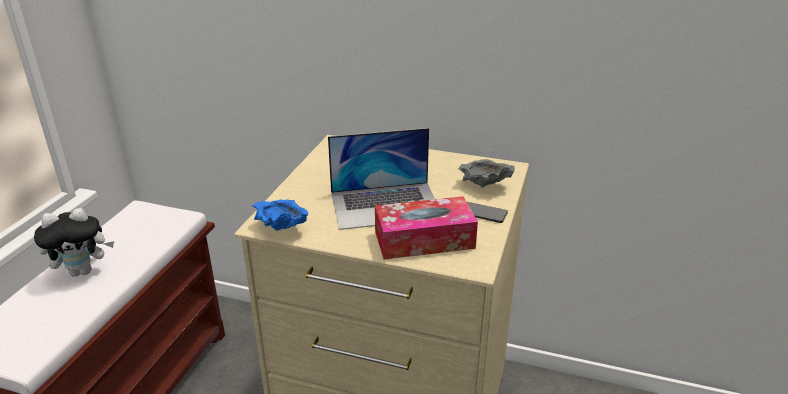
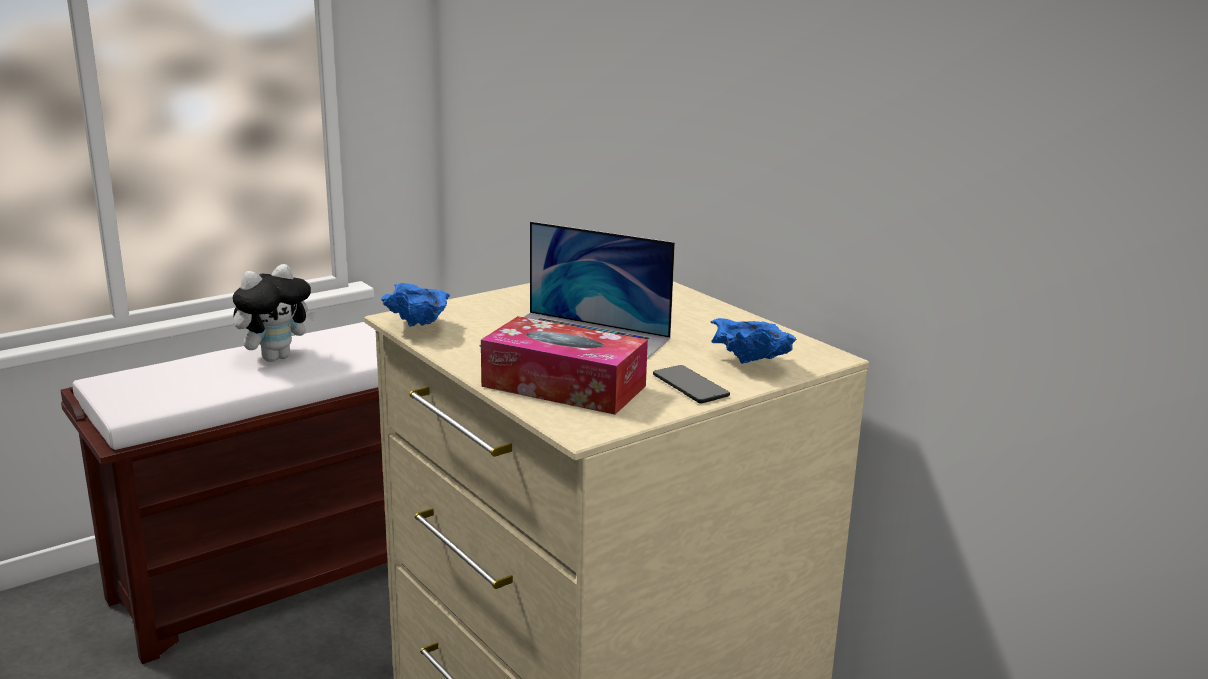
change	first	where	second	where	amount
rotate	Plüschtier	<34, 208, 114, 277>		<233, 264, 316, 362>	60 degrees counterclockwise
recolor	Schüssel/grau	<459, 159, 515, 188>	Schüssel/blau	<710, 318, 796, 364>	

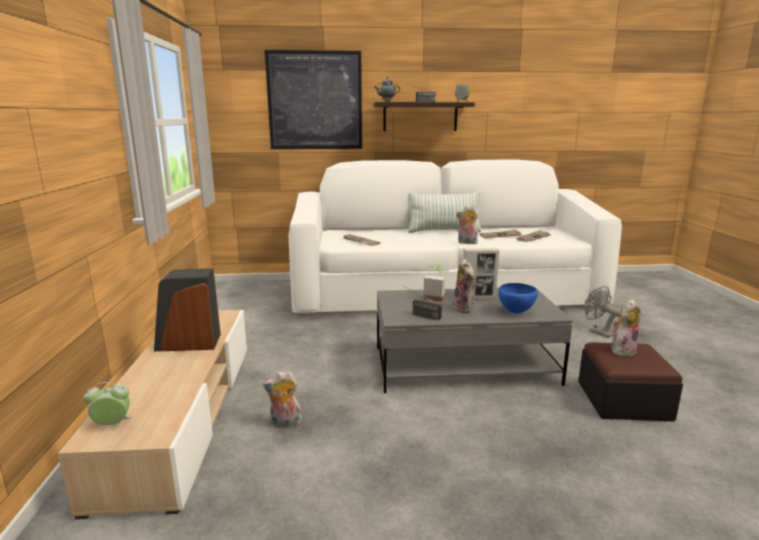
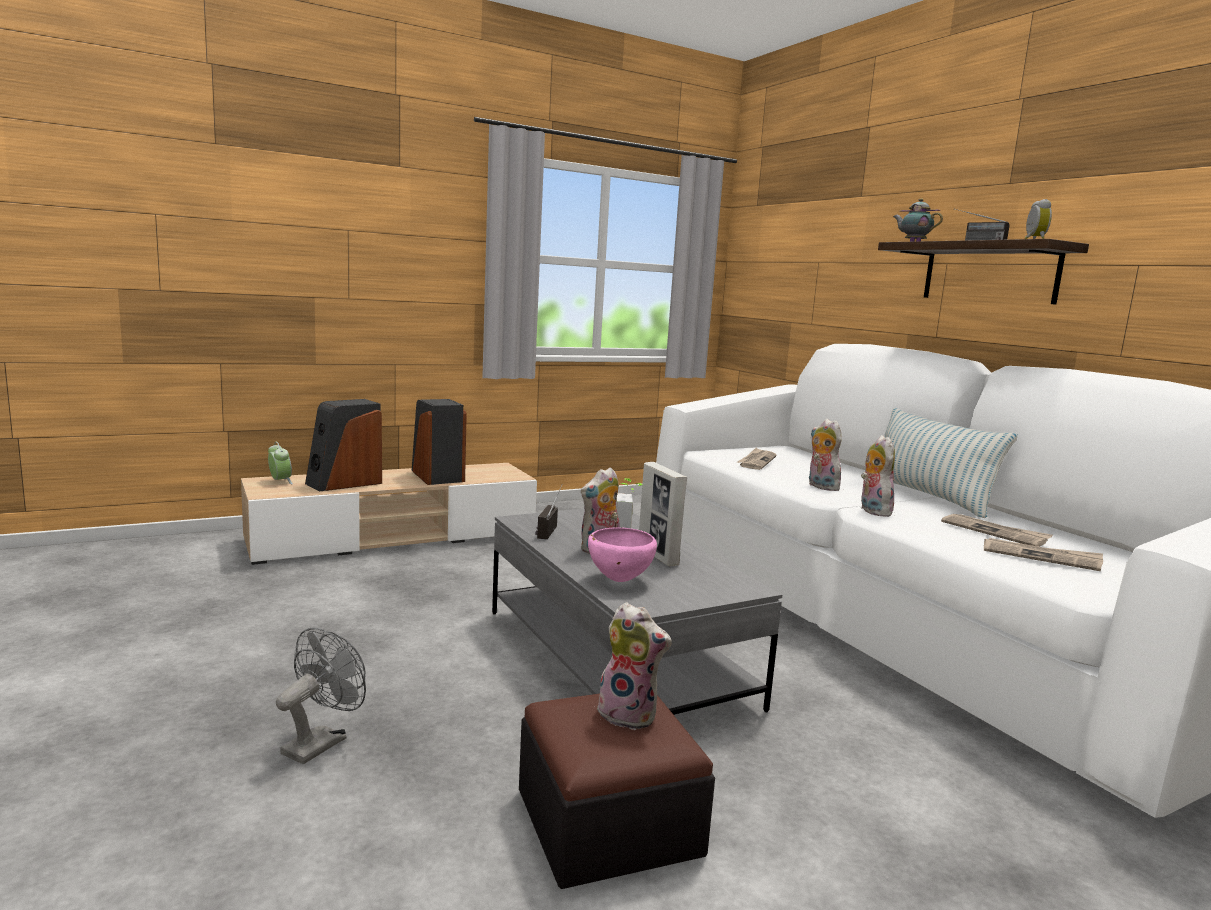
change	first	where	second	where	amount
move	Plüschtier	<263, 371, 302, 428>		<809, 419, 842, 491>	
delete	Bild	<265, 50, 362, 149>			
recolor	Schüssel/blau	<498, 283, 538, 313>	Schüssel/rosa	<588, 527, 657, 582>	
move	Ventilator/grau	<584, 286, 621, 338>		<276, 628, 366, 764>	
insert			Lautsprecher	<305, 399, 382, 492>	

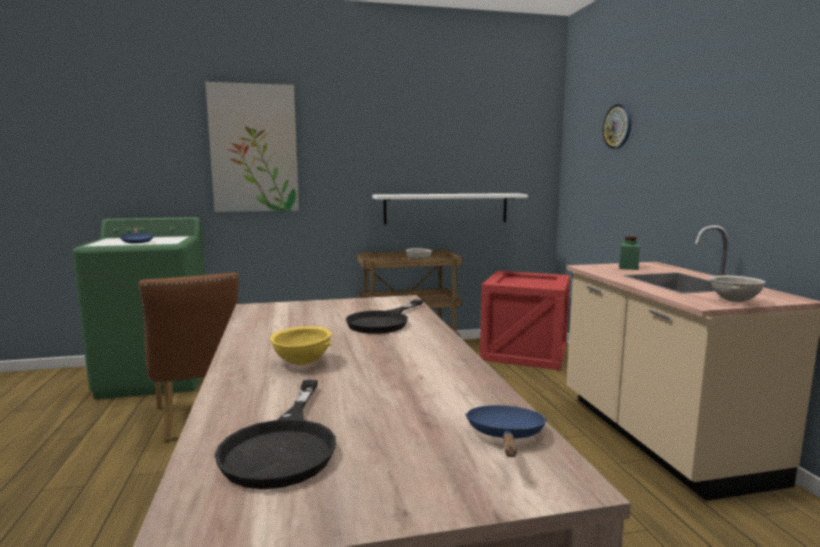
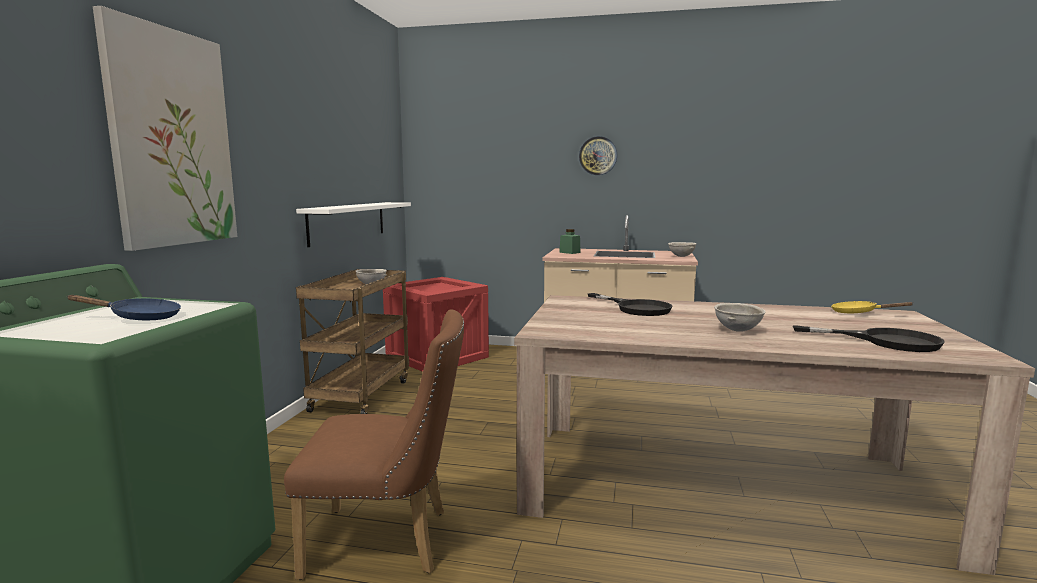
change	first	where	second	where	amount
recolor	Schüssel/gelb	<270, 326, 332, 365>	Schüssel/grau	<714, 303, 766, 332>	
recolor	Pfanne/blau	<466, 405, 547, 457>	Pfanne/gelb	<831, 301, 913, 313>	
move	Wanduhr	<603, 104, 632, 149>		<579, 136, 617, 175>	

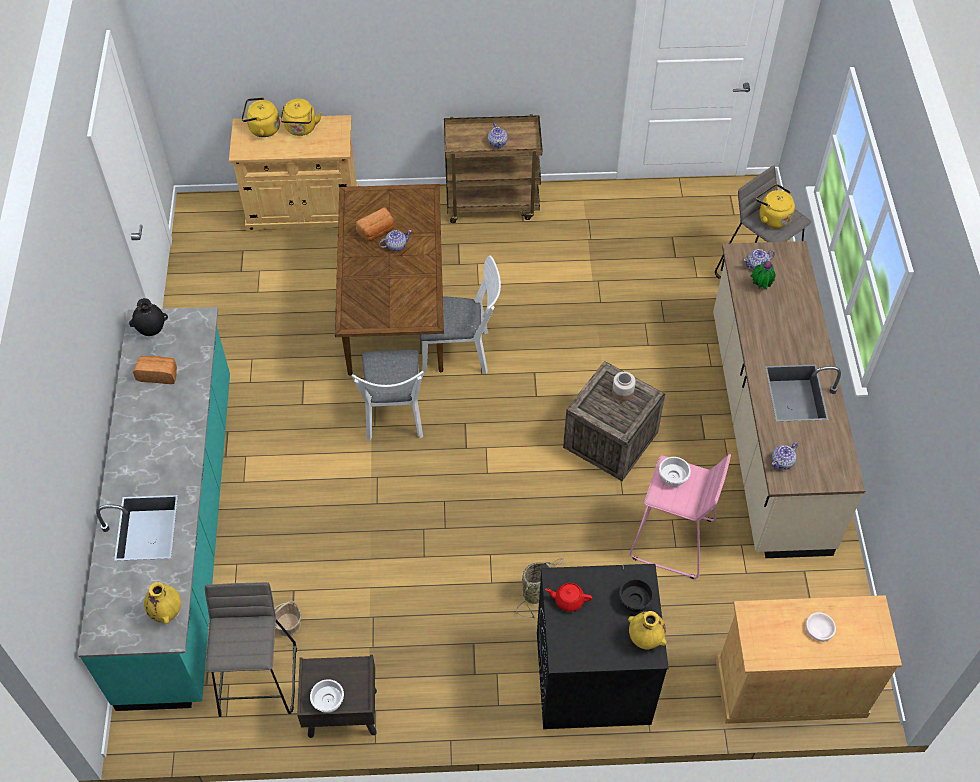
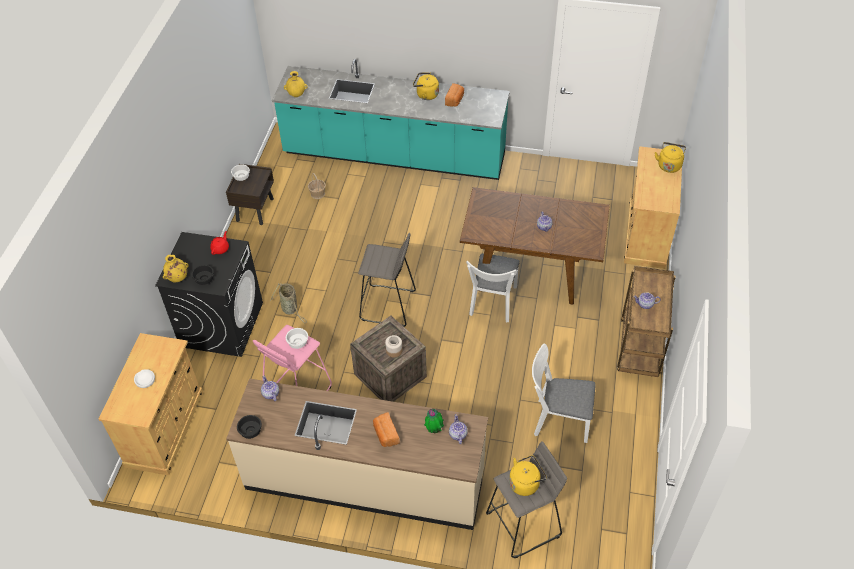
change	first	where	second	where	amount
delete	Vase/schwarz	<129, 298, 168, 336>			
move	Hocker/grau	<205, 582, 297, 717>		<358, 233, 416, 327>	
move	Wasserkessel/gelb	<280, 99, 322, 136>		<413, 72, 439, 100>	
move	Stuhl/weiß	<351, 350, 424, 441>		<532, 343, 595, 443>	
move	Brot	<356, 207, 394, 241>		<373, 412, 400, 447>	
insert			Schüssel/schwarz	<237, 415, 262, 439>	

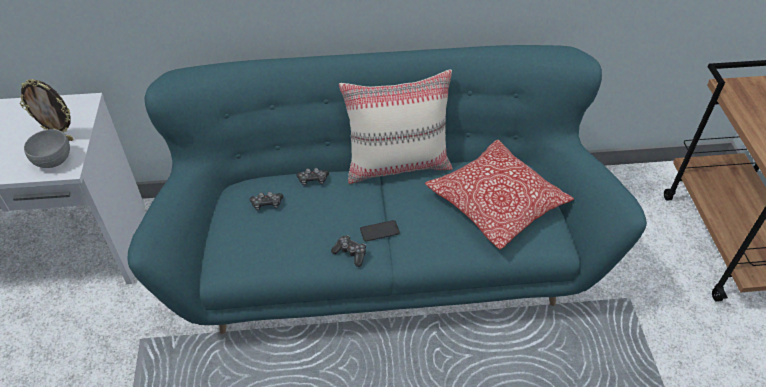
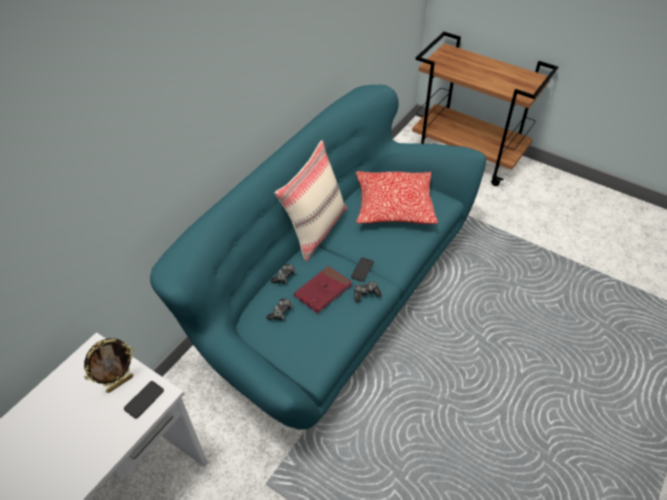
change	first	where	second	where	amount
replace	Schüssel/grau	<24, 129, 70, 168>	Handy	<124, 381, 164, 419>	
insert			Buch/rot	<294, 266, 352, 314>	

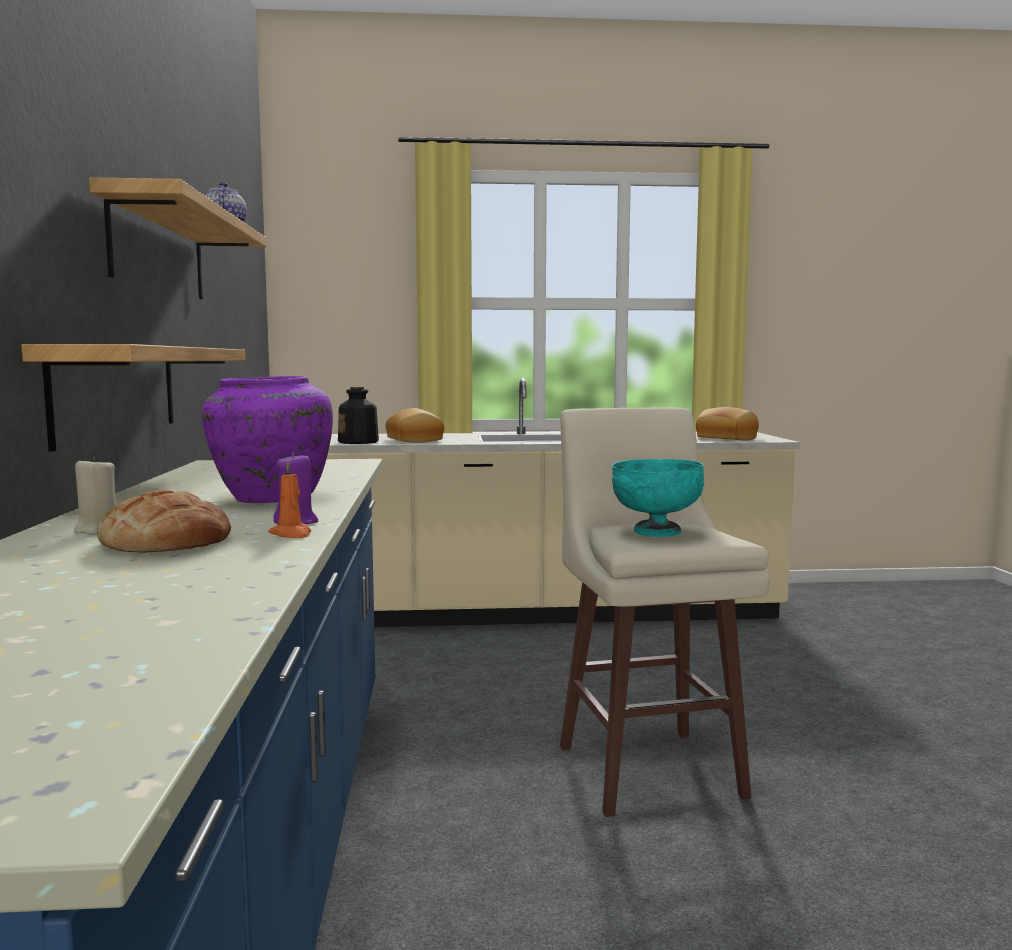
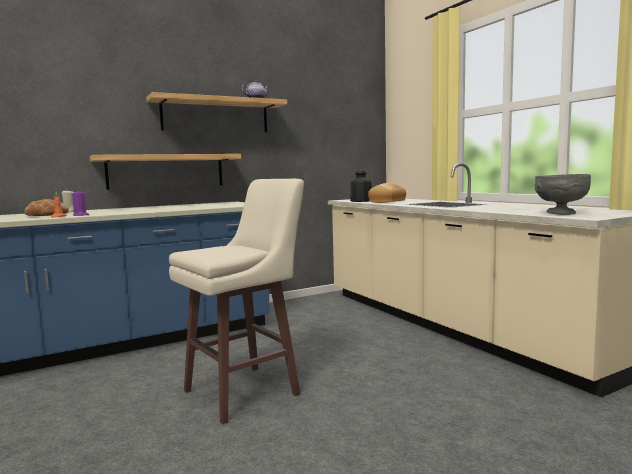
change	first	where	second	where	amount
delete	Vase/lila	<202, 376, 333, 503>			
delete	Schüssel/türkis	<612, 459, 704, 537>			
replace	Brot	<696, 407, 759, 440>	Schüssel/grau	<534, 174, 591, 215>	

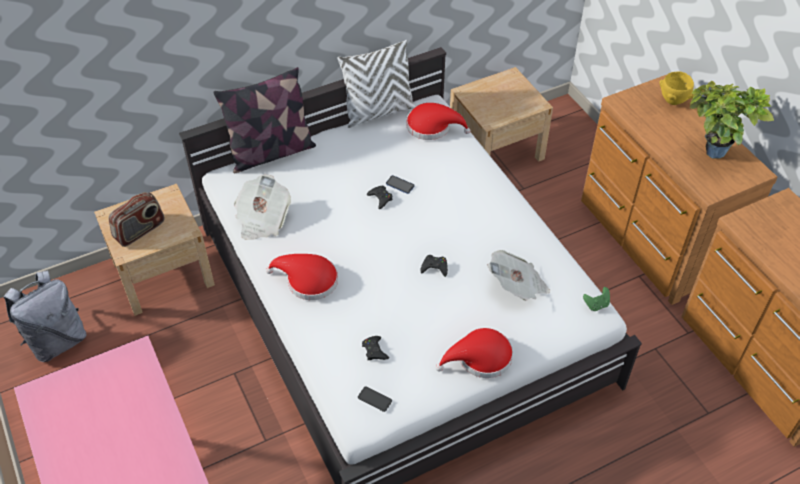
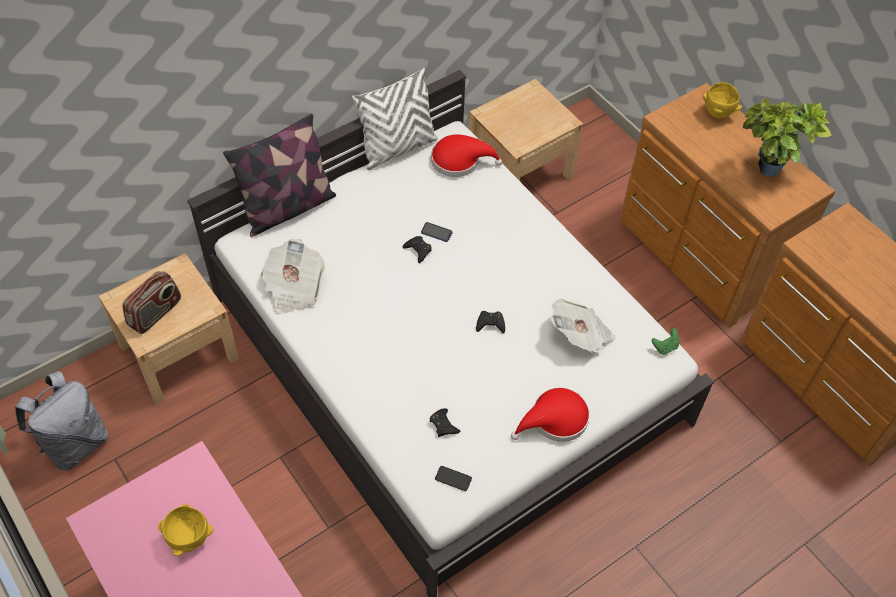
change	first	where	second	where	amount
delete	Hut/rot	<266, 254, 338, 300>			
insert			Schüssel/gelb	<158, 504, 213, 556>	

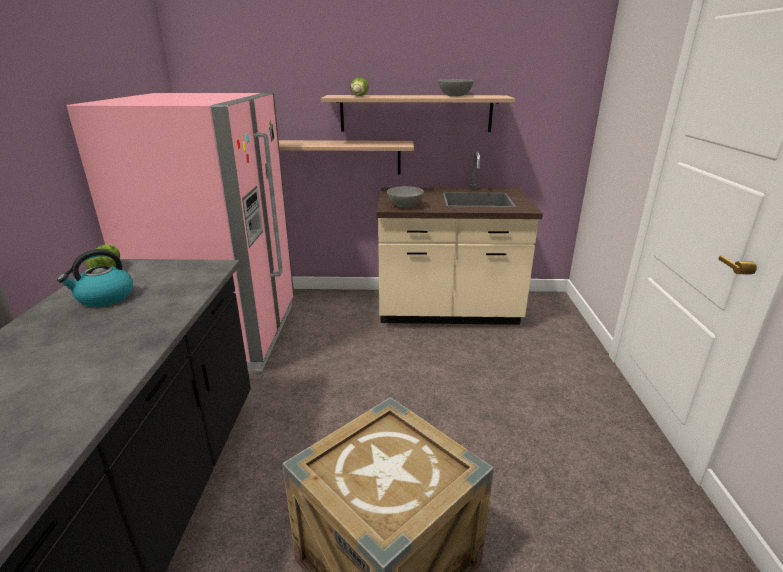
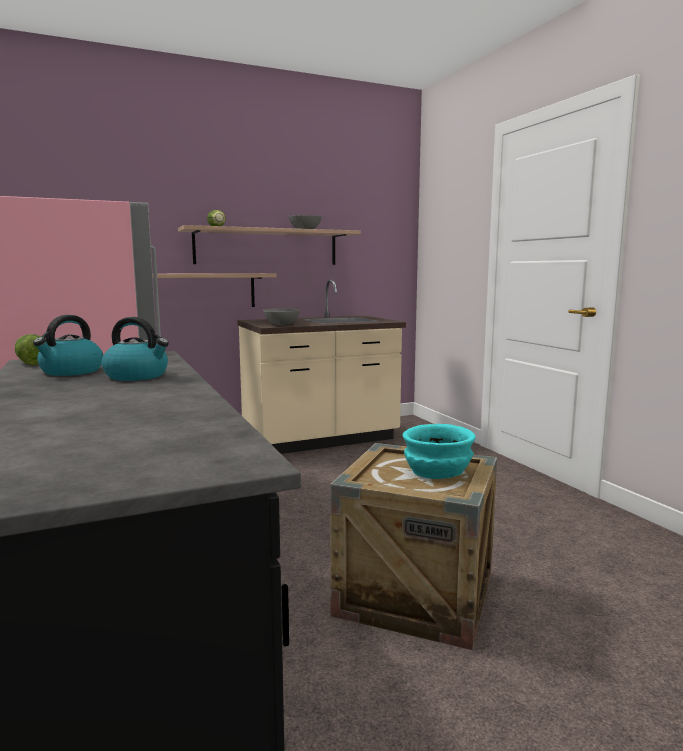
change	first	where	second	where	amount
insert			Wasserkessel	<102, 317, 169, 381>	
insert			Schüssel/türkis	<403, 424, 475, 479>	

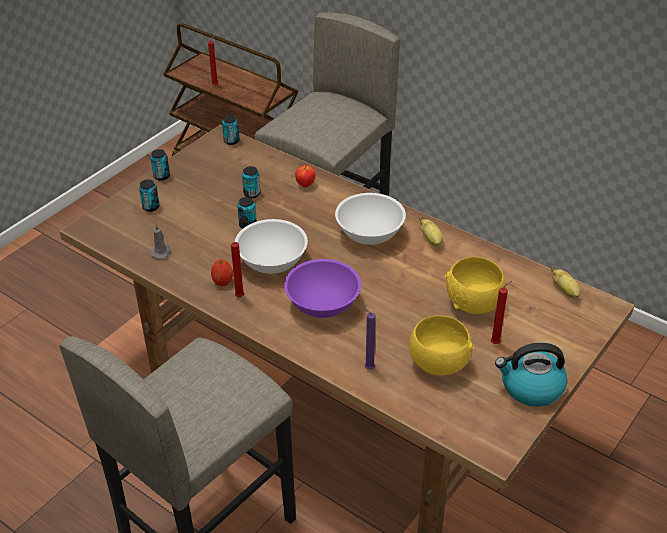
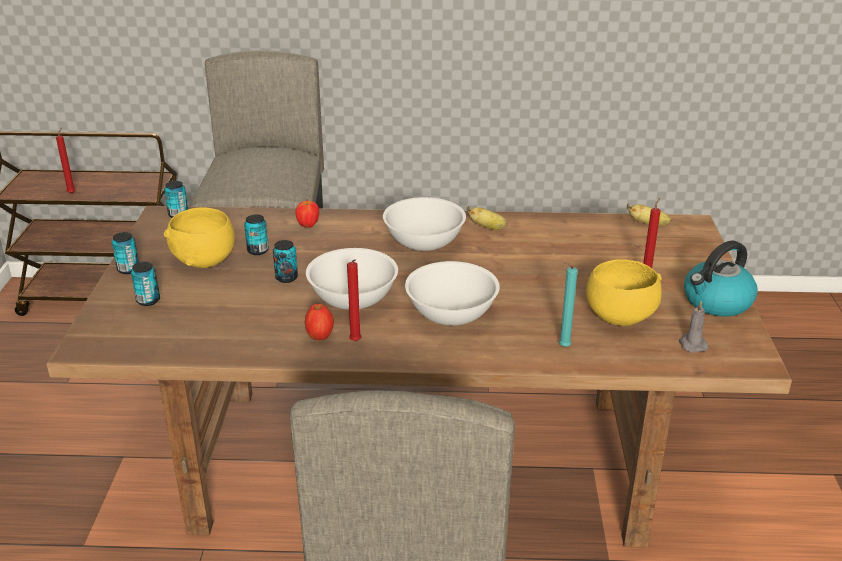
change	first	where	second	where	amount
move	Kerze/grau	<150, 223, 172, 259>		<679, 301, 709, 353>	
recolor	Schüssel/lila	<284, 259, 361, 318>	Schüssel/weiß	<405, 261, 500, 326>	
recolor	Kerze/lila	<363, 307, 376, 369>	Kerze/türkis	<559, 262, 578, 347>	
move	Schüssel/gelb	<445, 257, 506, 314>		<164, 208, 235, 268>	

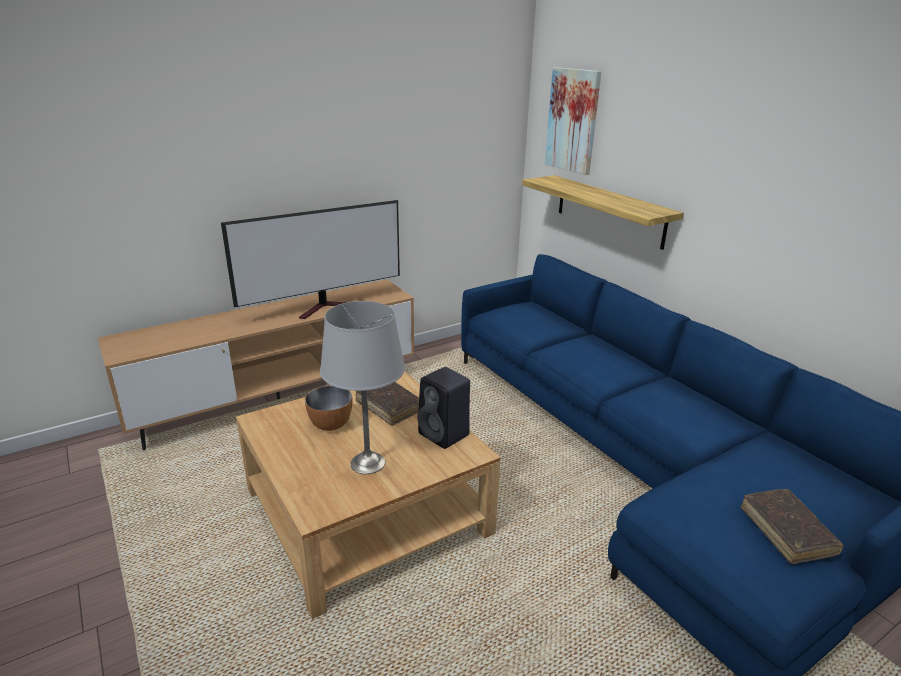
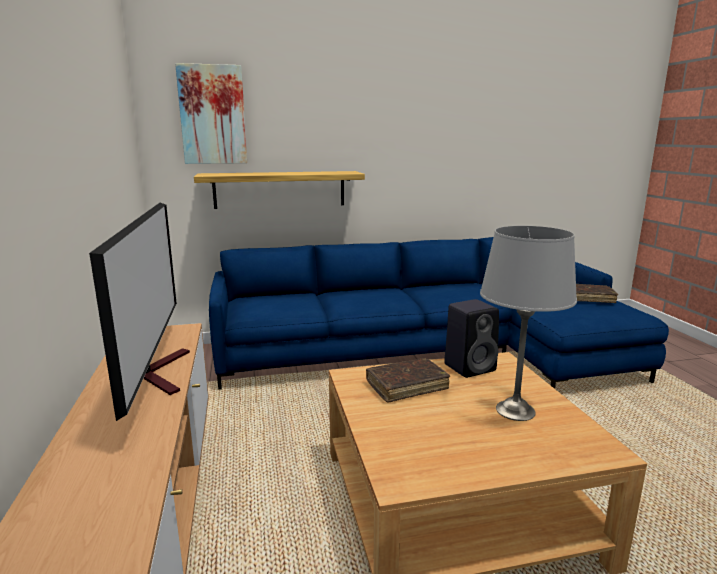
change	first	where	second	where	amount
delete	Schüssel	<305, 386, 353, 431>			

